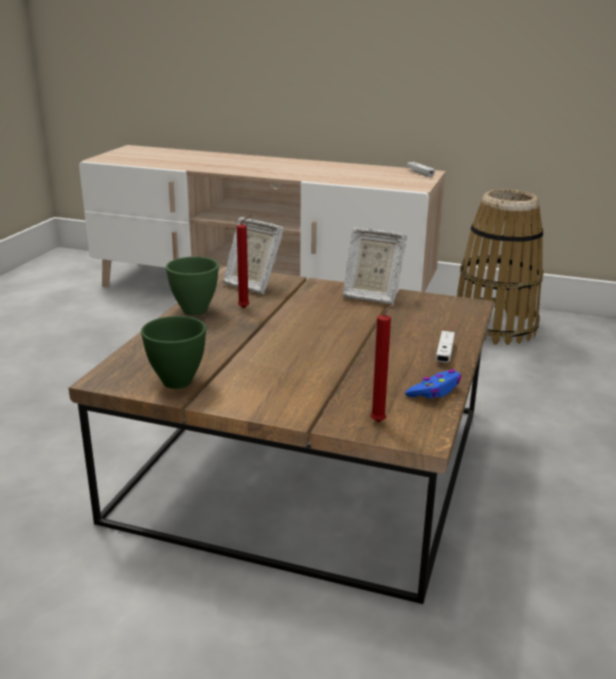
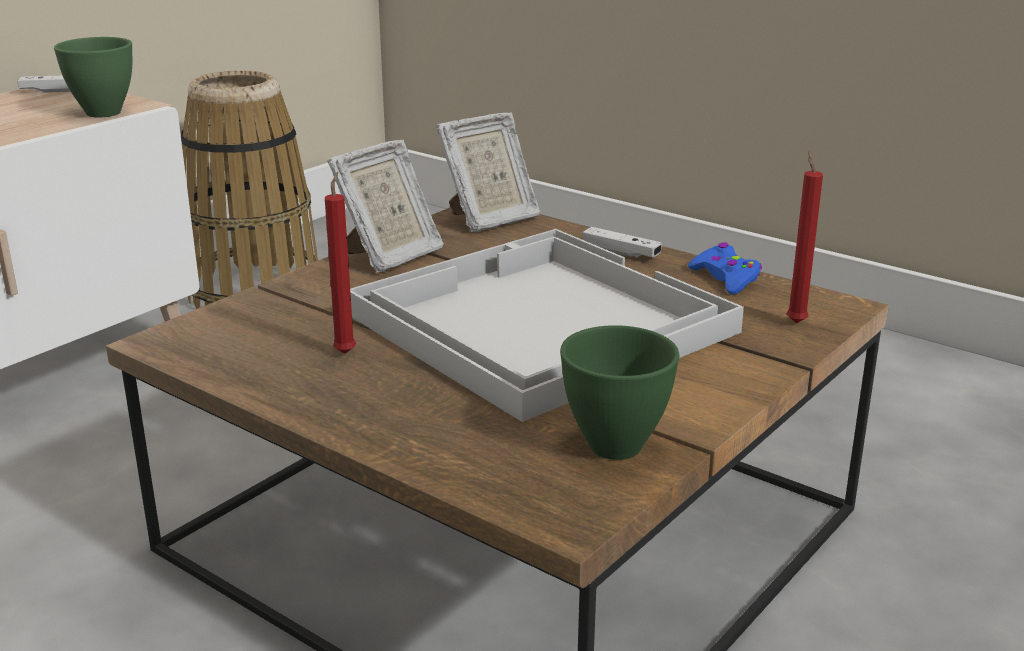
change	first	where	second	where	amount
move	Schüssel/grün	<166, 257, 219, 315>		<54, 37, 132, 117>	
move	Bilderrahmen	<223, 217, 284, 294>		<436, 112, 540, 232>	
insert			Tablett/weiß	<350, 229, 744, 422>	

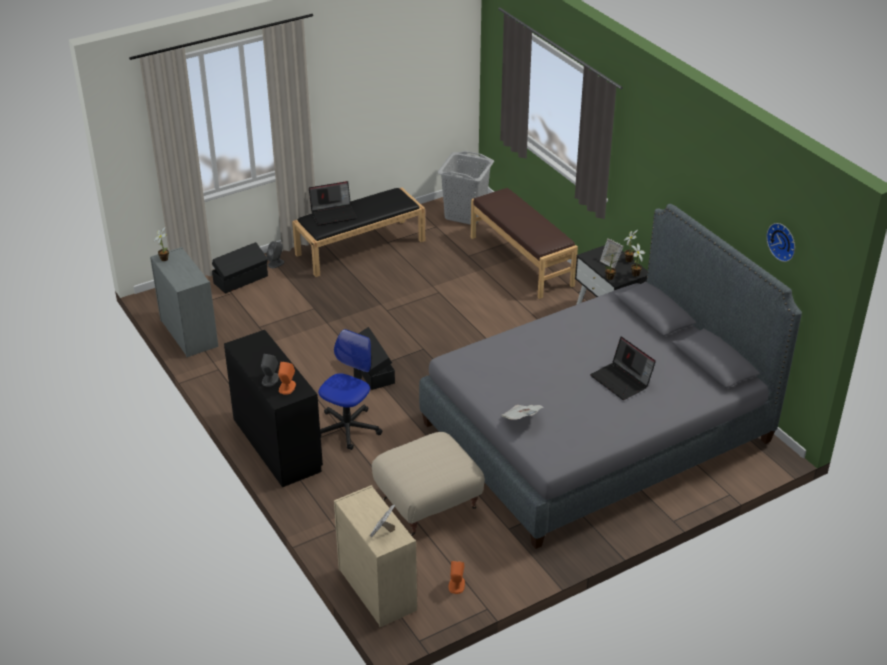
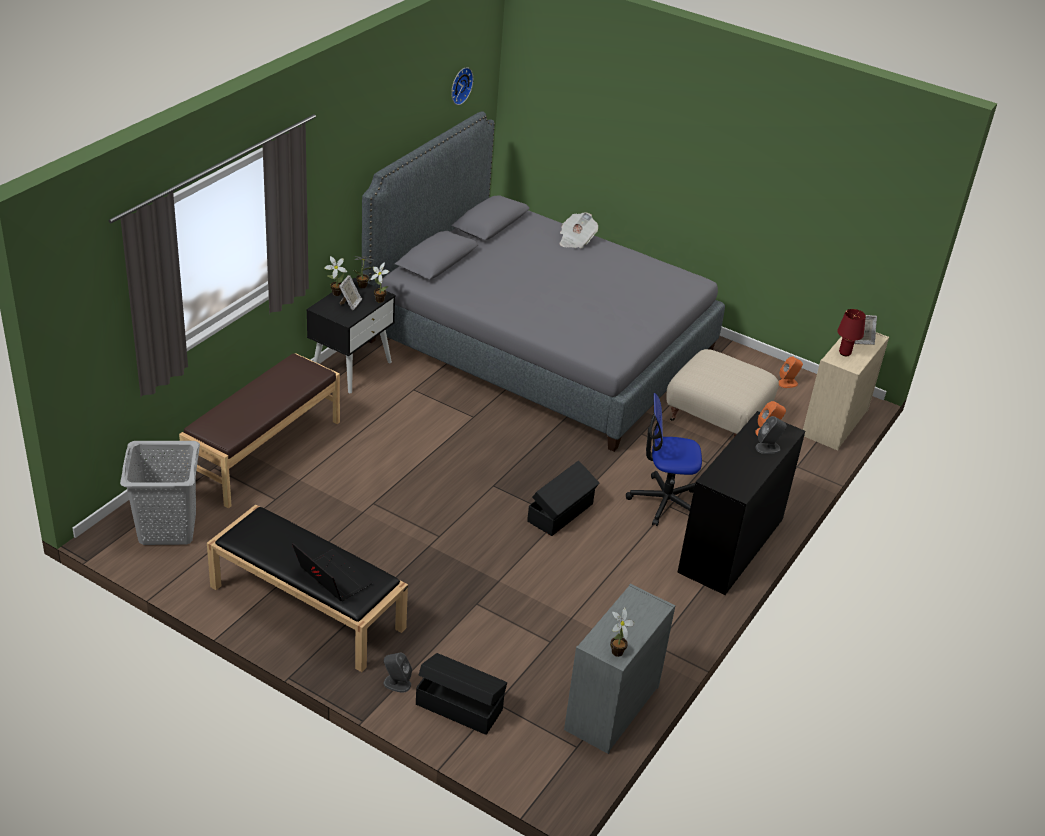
change	first	where	second	where	amount
move	Zeitung	<502, 405, 543, 420>		<560, 212, 598, 249>	
delete	Laptop	<590, 337, 656, 400>			
insert			Tischlampe/rot	<837, 309, 866, 356>	

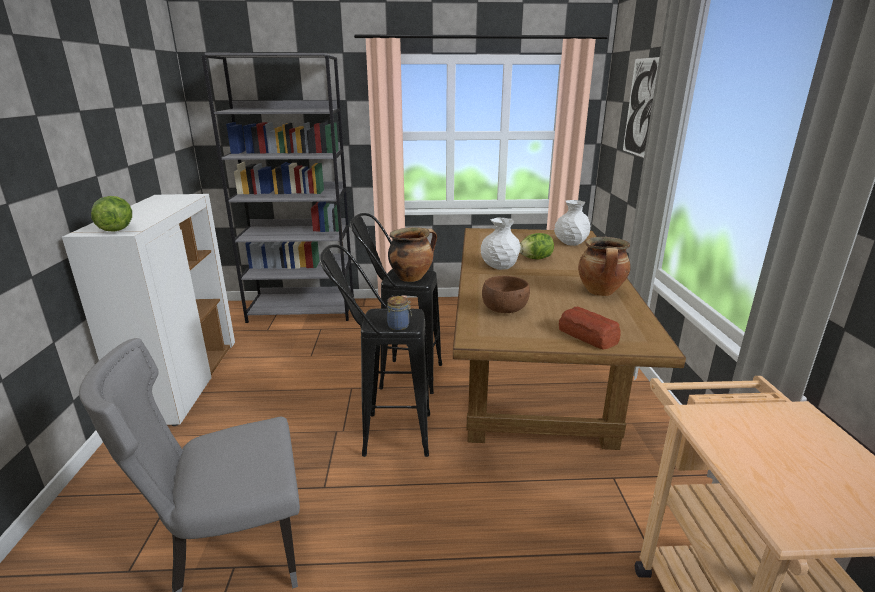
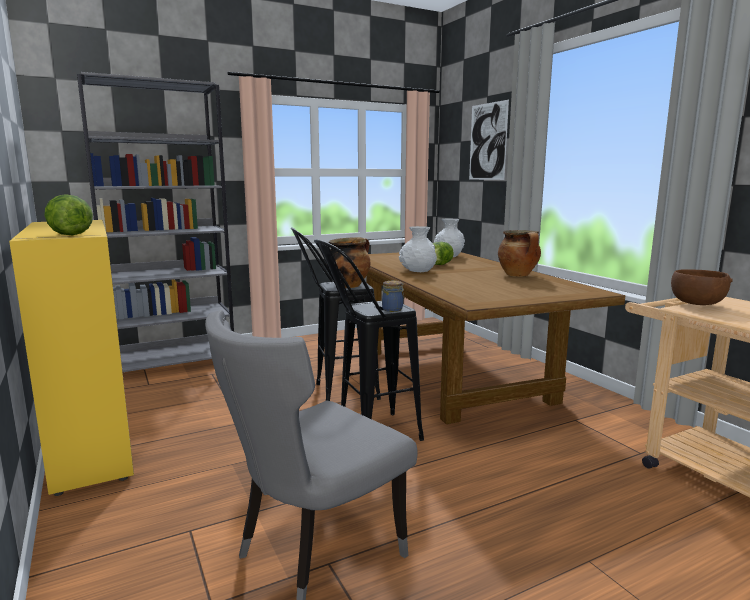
change	first	where	second	where	amount
recolor	Schrank/weiß	<62, 194, 235, 426>	Schrank/gelb	<9, 220, 134, 496>	
move	Schüssel/braun	<482, 276, 530, 313>		<671, 269, 733, 305>	
delete	Brot	<559, 306, 621, 349>			

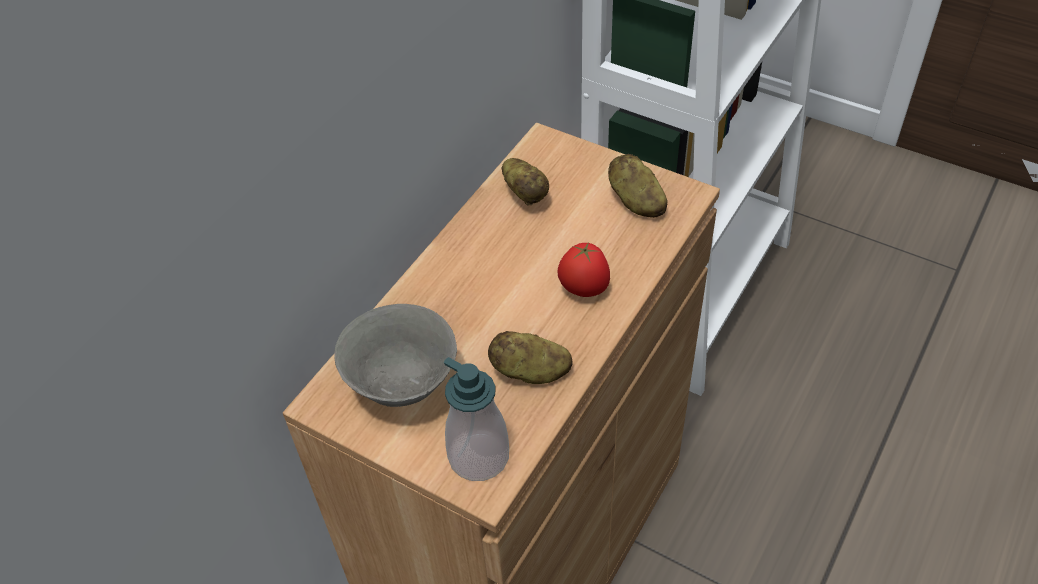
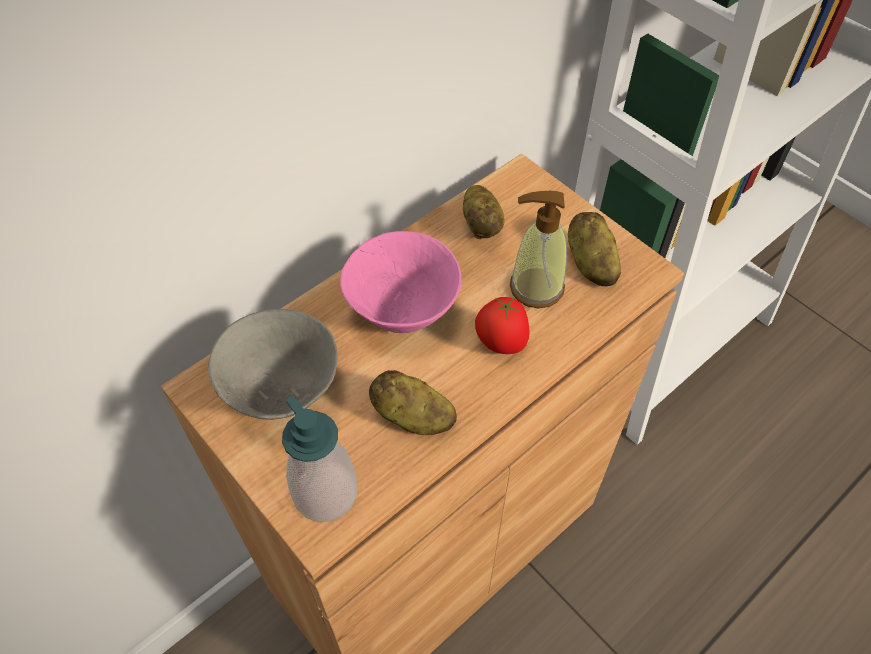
change	first	where	second	where	amount
insert			Schüssel/rosa	<340, 231, 461, 333>	
insert			Seifenspender	<510, 191, 567, 308>	

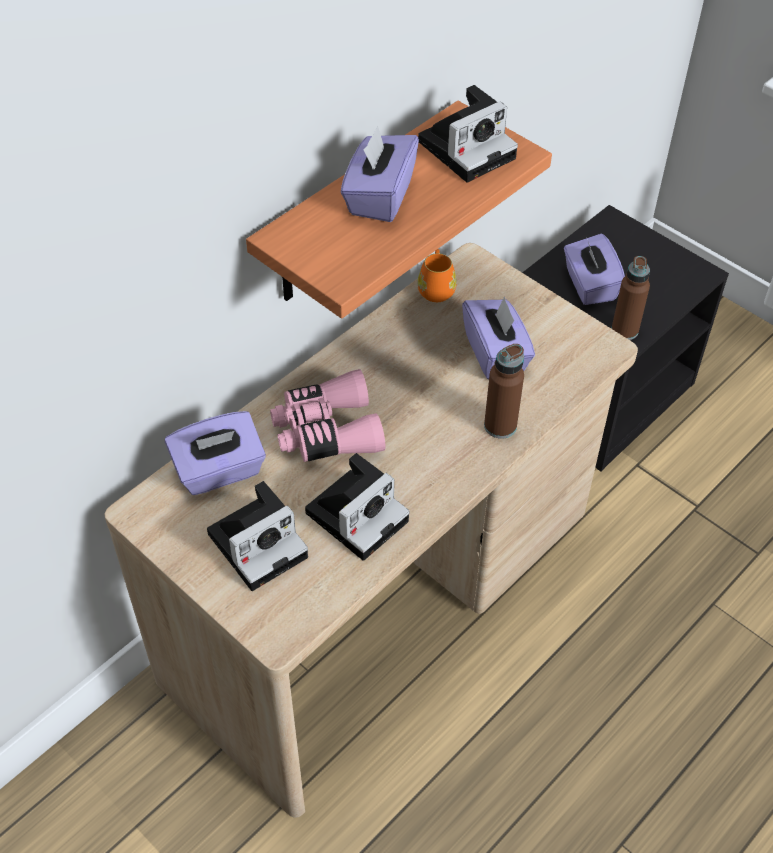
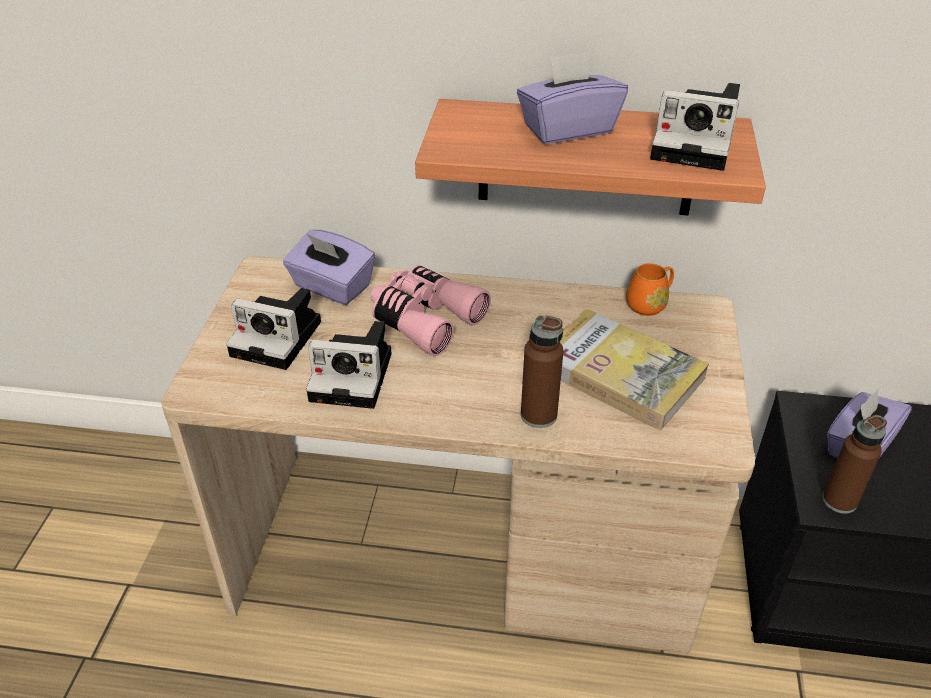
change	first	where	second	where	amount
replace	Taschentuchbox/lila	<462, 296, 535, 379>	Buch	<560, 309, 709, 431>	

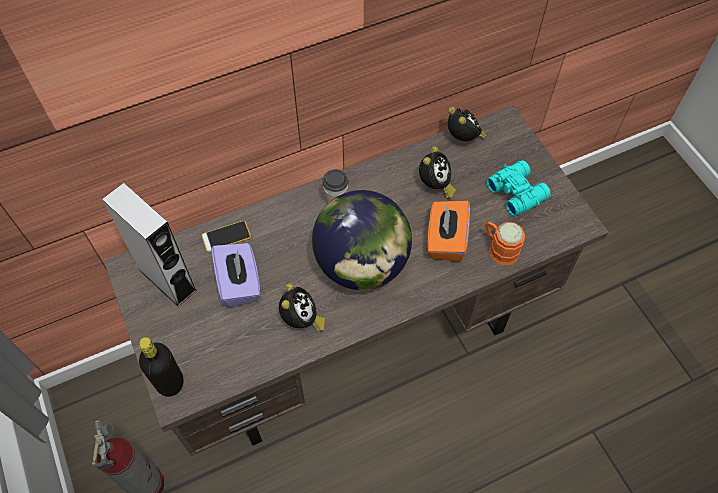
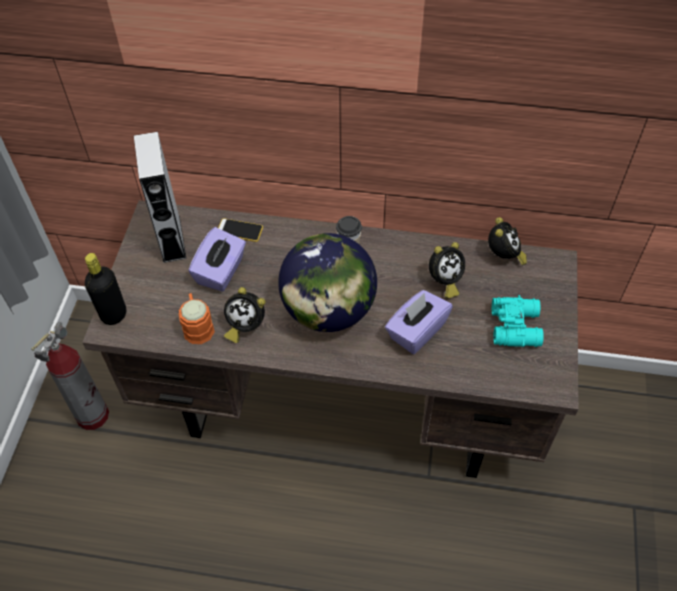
change	first	where	second	where	amount
rotate	Wecker	<279, 283, 325, 332>		<224, 287, 266, 343>	75 degrees clockwise
recolor	Taschentuchbox/orange	<427, 201, 470, 262>	Taschentuchbox/lila	<385, 290, 453, 354>	
move	Henkelbecher/orange	<484, 221, 525, 265>		<178, 293, 215, 344>	

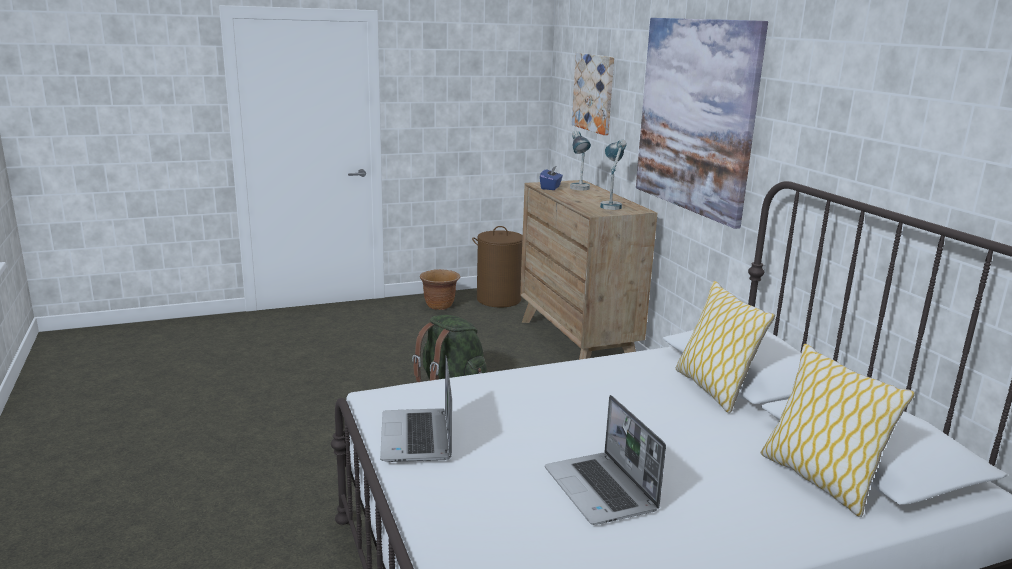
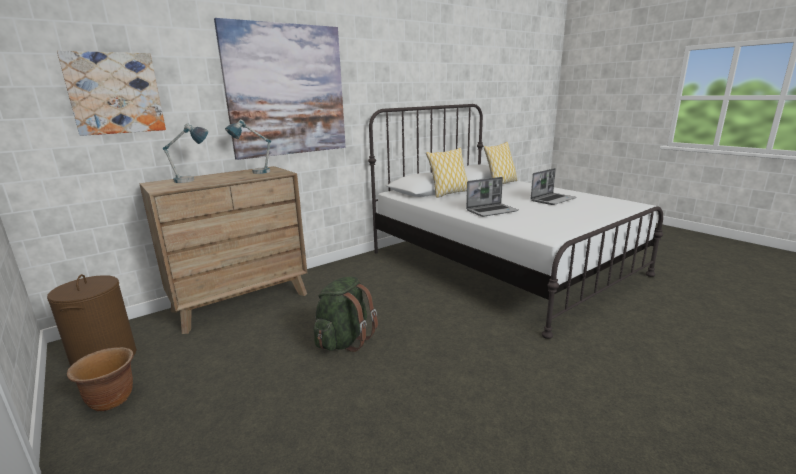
change	first	where	second	where	amount
move	Laptop	<380, 355, 452, 462>		<466, 177, 519, 217>	
delete	Taschentuchbox/blau	<540, 166, 563, 190>			

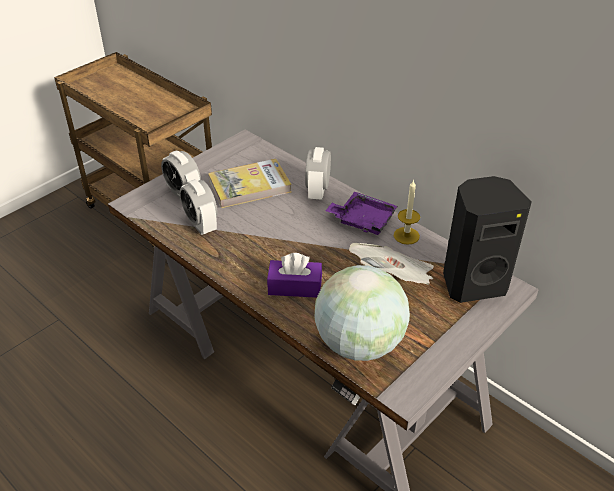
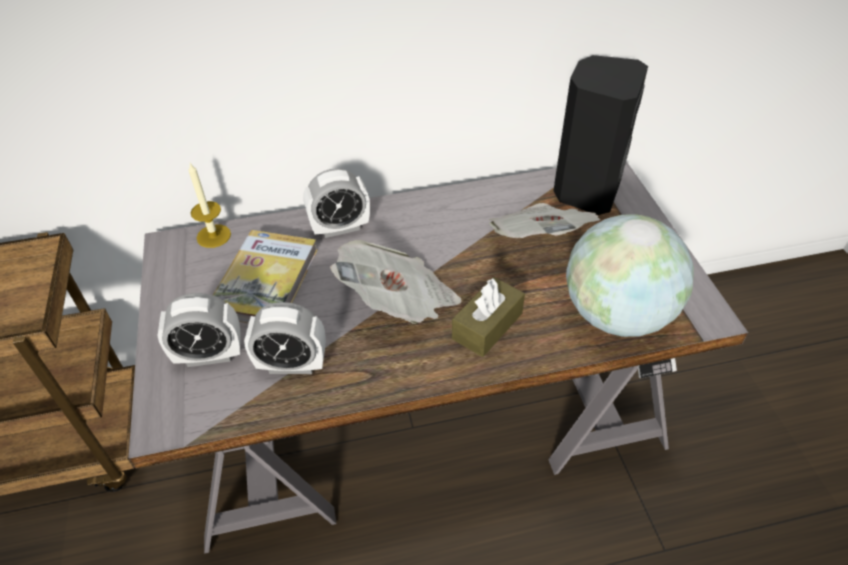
change	first	where	second	where	amount
recolor	Taschentuchbox/lila	<267, 253, 322, 298>	Taschentuchbox/braun	<452, 277, 525, 357>	
rotate	Wecker	<305, 147, 331, 200>		<303, 168, 370, 238>	60 degrees counterclockwise
delete	Tablett/lila	<325, 192, 398, 235>			
move	Kerze	<394, 179, 420, 245>		<188, 163, 231, 248>	
insert			Zeitung	<330, 240, 461, 324>	

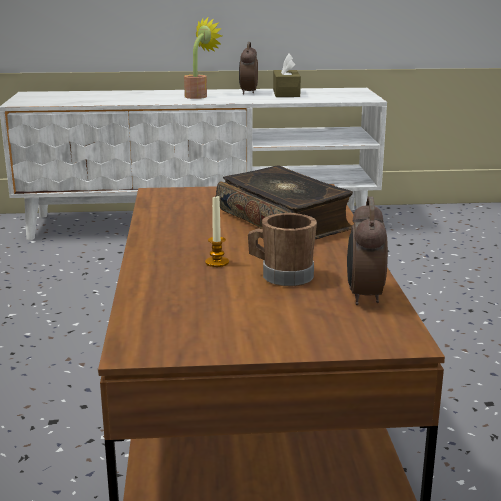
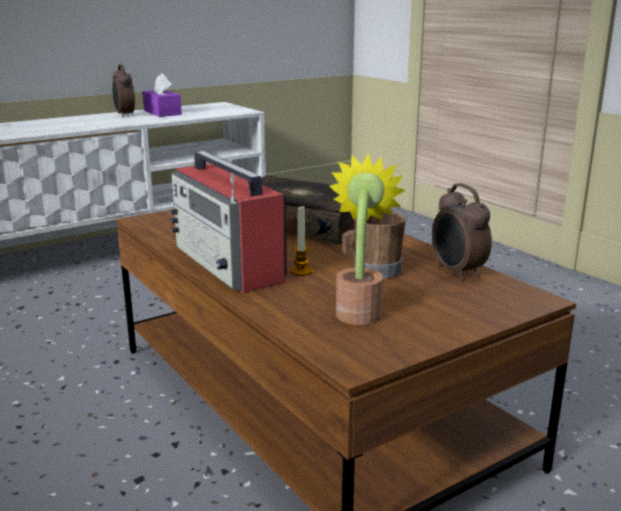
change	first	where	second	where	amount
move	Topfpflanze	<184, 16, 222, 99>		<329, 153, 405, 325>	
recolor	Taschentuchbox/braun	<273, 54, 301, 97>	Taschentuchbox/lila	<142, 73, 182, 117>	
insert			Radio	<170, 151, 287, 293>	

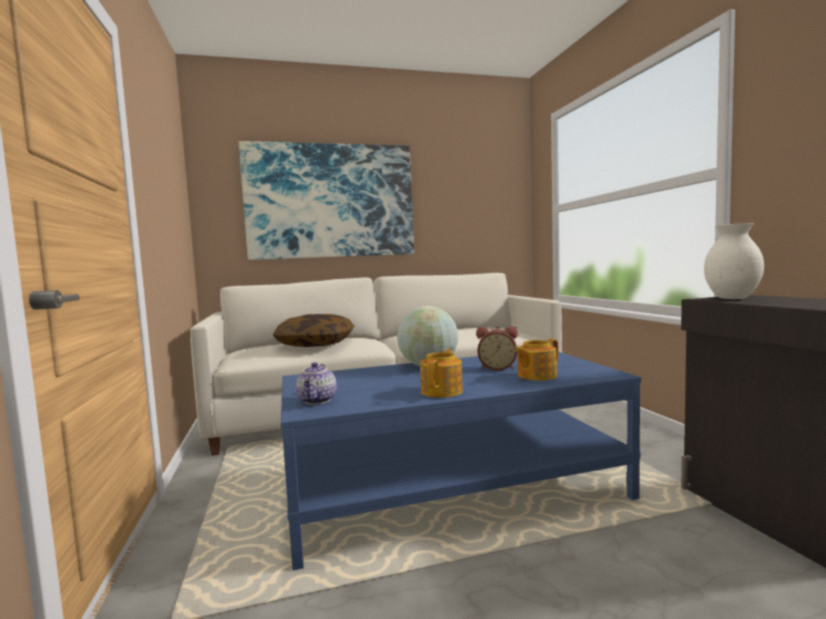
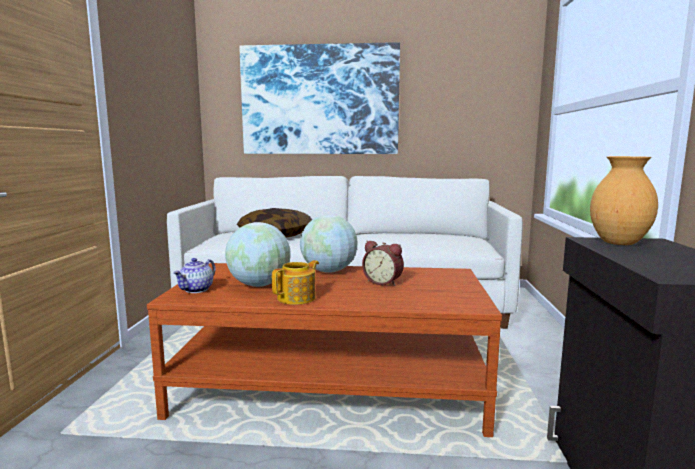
change	first	where	second	where	amount
recolor	Couchtisch/blau	<281, 352, 641, 570>	Couchtisch/braun	<147, 263, 502, 437>	
delete	Teekanne	<514, 339, 558, 381>			
recolor	Vase/weiß	<704, 223, 764, 299>	Vase/braun	<590, 156, 658, 245>	
insert			Globus	<225, 222, 291, 287>	

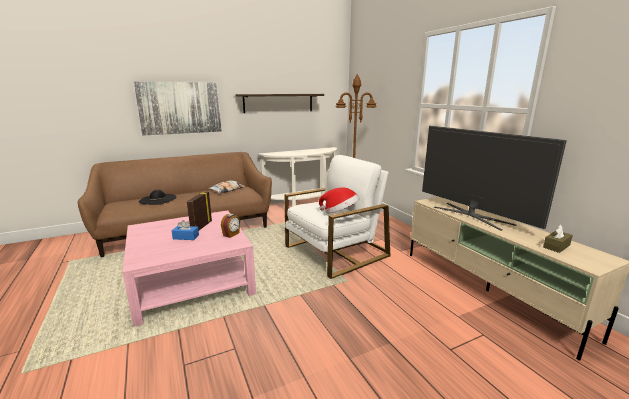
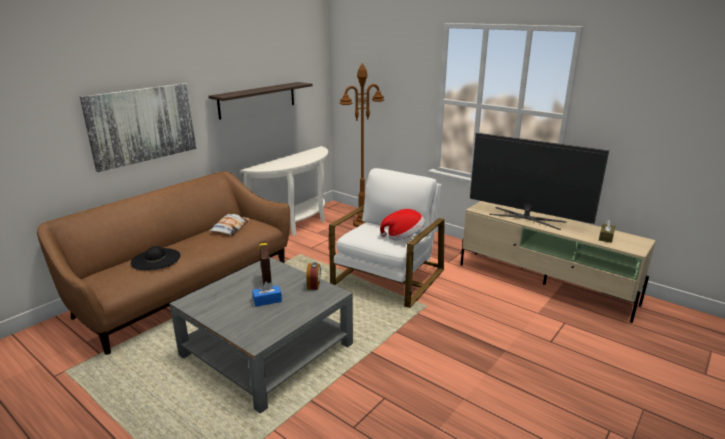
change	first	where	second	where	amount
recolor	Couchtisch/rosa	<122, 210, 256, 327>	Couchtisch/grau	<169, 257, 353, 414>	

